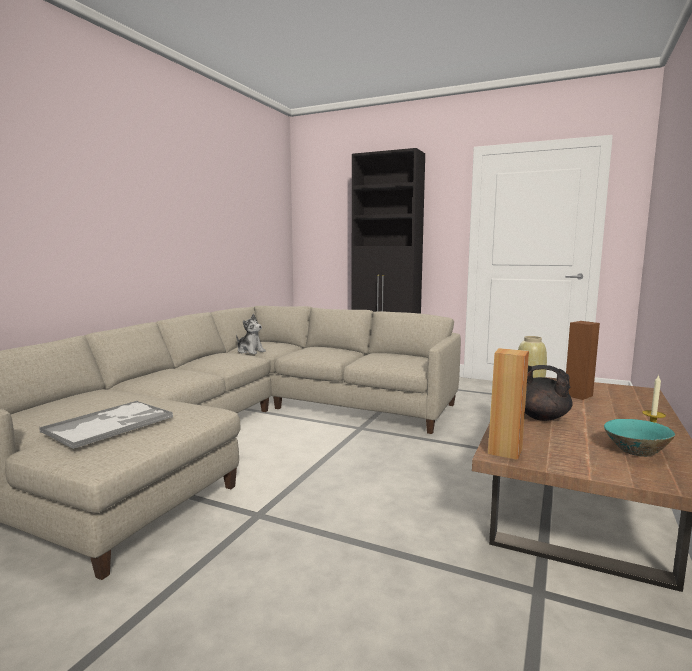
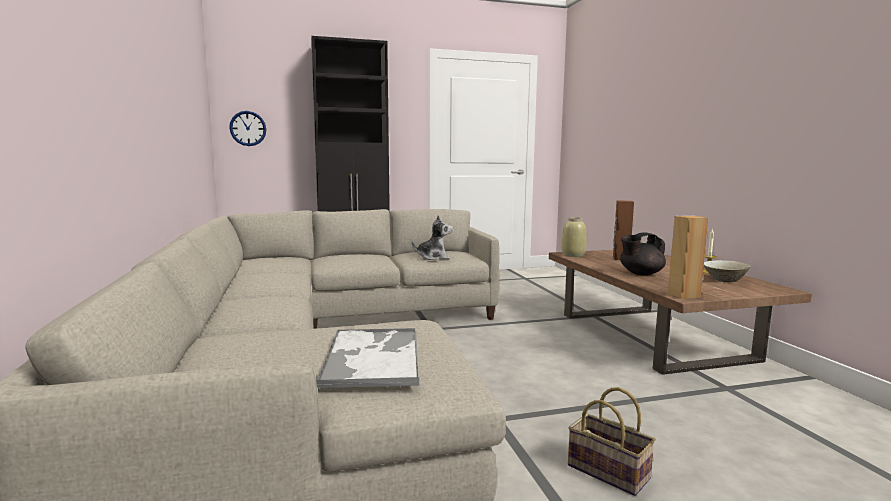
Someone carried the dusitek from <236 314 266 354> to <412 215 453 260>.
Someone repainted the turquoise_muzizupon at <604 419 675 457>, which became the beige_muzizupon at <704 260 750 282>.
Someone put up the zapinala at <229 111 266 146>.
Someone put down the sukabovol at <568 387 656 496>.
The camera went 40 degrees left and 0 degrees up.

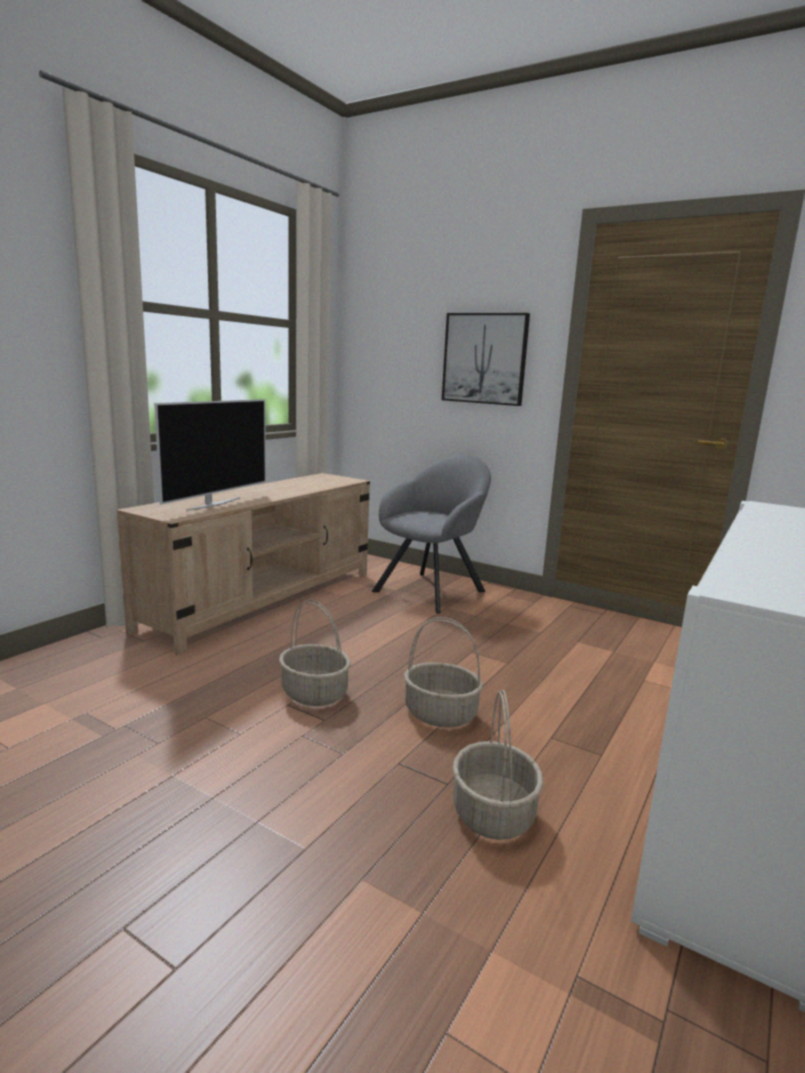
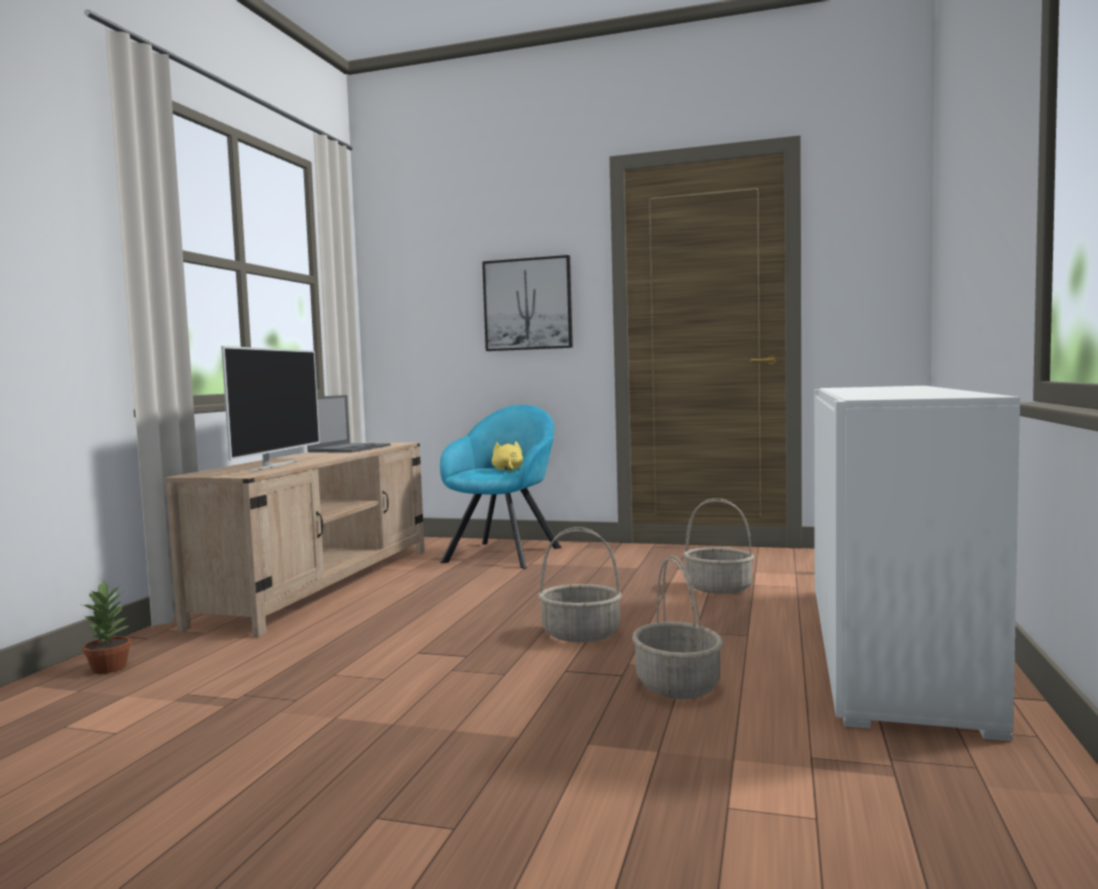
Someone carried the sukabovol from <279 600 351 706> to <683 498 754 594>.
Someone repainted the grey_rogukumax at <372 455 491 613>, which became the turquoise_rogukumax at <440 405 562 569>.
Someone put down the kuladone at <83 581 131 674>.
Someone put down the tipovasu at <307 395 390 453>.
Someone put down the yellow_dusitek at <492 441 523 471>.
The camera went 15 degrees left and 10 degrees down.

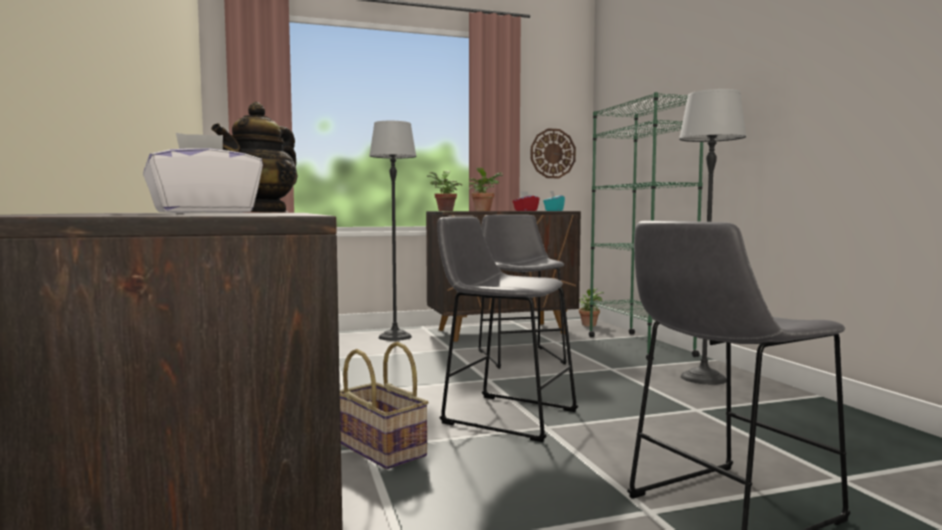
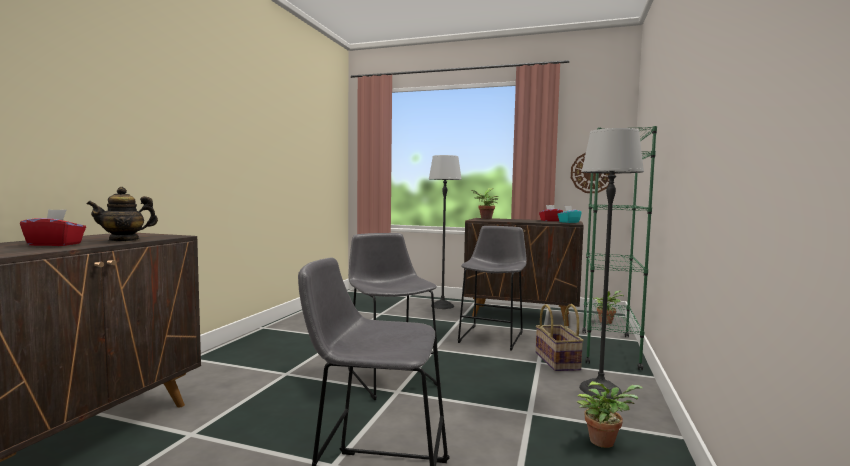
Someone repainted the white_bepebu at <143 133 263 213>, which became the red_bepebu at <20 209 86 246>.
Someone carried the sukabovol from <340 342 429 469> to <536 304 584 371>.
Someone carried the kuladone from <468 168 503 211> to <577 381 644 448>.
The camera went 35 degrees right and 0 degrees up.

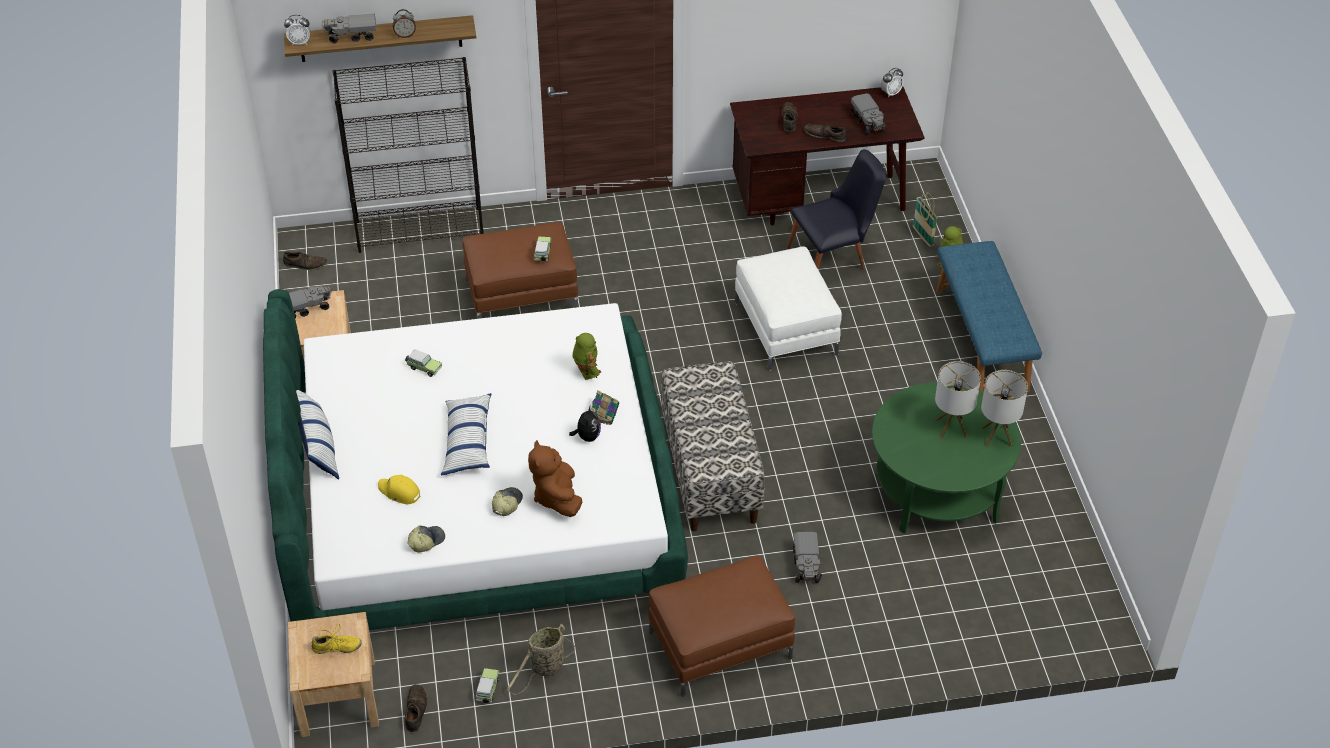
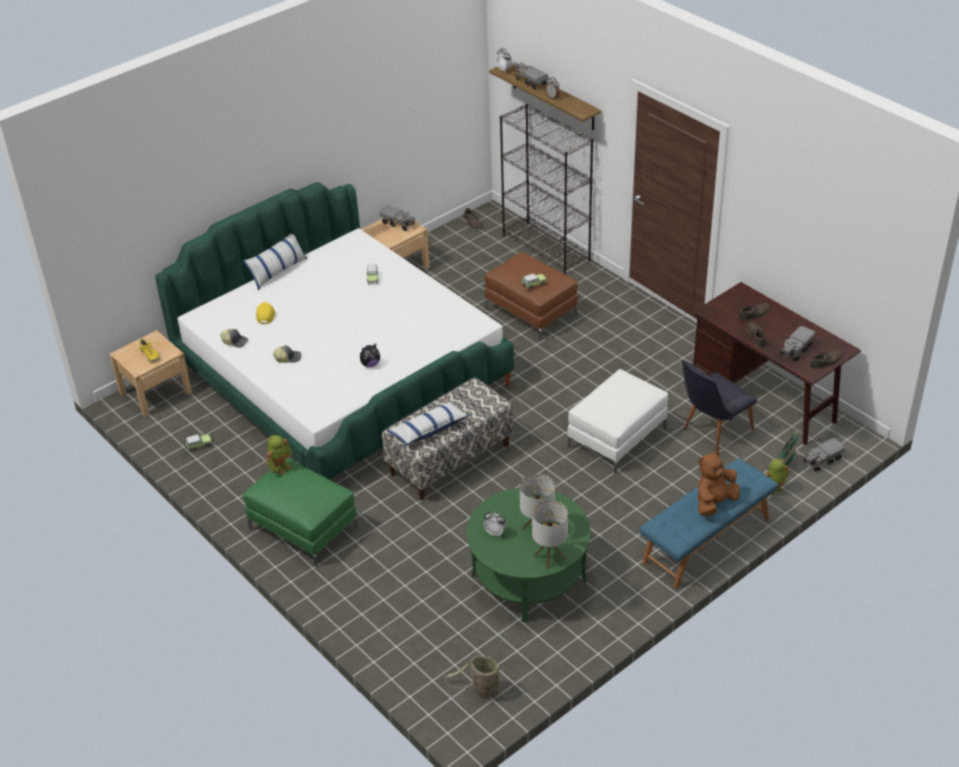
Someone carried the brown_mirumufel from <405 684 427 732> to <810 350 843 369>.
Someone carried the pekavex from <441 393 492 475> to <387 401 470 446>.
Someone carried the sukabovol from <507 624 575 695> to <445 656 516 698>.
Someone carried the brown_dusitek from <528 440 582 517> to <698 451 740 516>.
Someone carried the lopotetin from <572 333 602 380> to <265 435 292 474>.
Someone took away the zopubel at <590 390 619 425>.
Someone repainted the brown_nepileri at <648 555 795 697>, which became the green_nepileri at <243 458 358 567>.
Someone rotated the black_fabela at <786 149 886 270> by 105 degrees clockwise.
Someone carried the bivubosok from <793 532 822 583> to <804 438 845 472>.
Someone carried the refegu from <881 68 903 98> to <484 511 507 537>.
The camera went 60 degrees right and 5 degrees down.

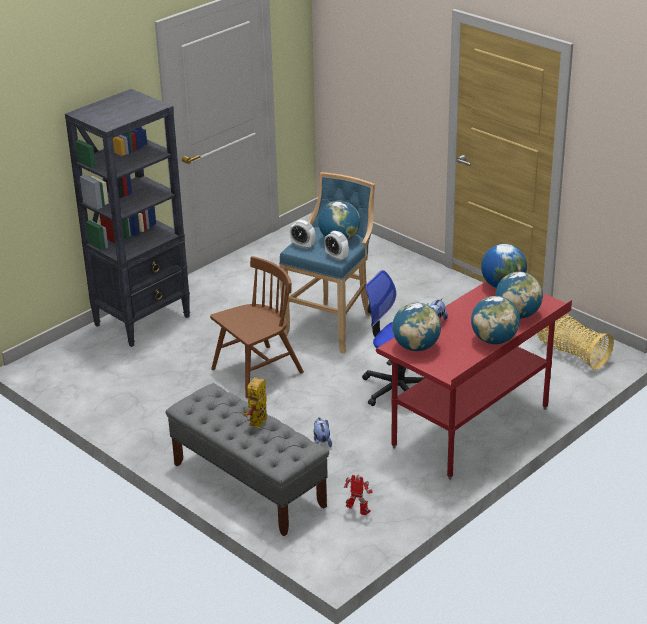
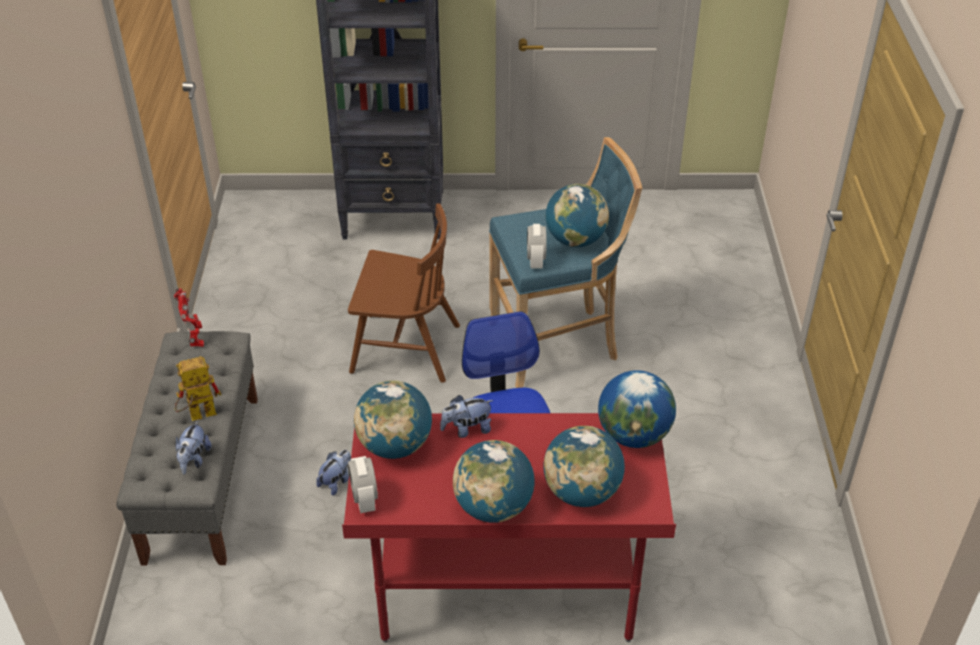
Someone carried the refegu from <290 220 315 249> to <348 456 378 513>.
Someone carried the lopotetin from <344 475 373 515> to <174 288 204 347>.
Someone took away the sukabovol at <537 313 614 370>.
Someone put down the dusitek at <175 420 212 474>.
The camera went 45 degrees right and 10 degrees up.

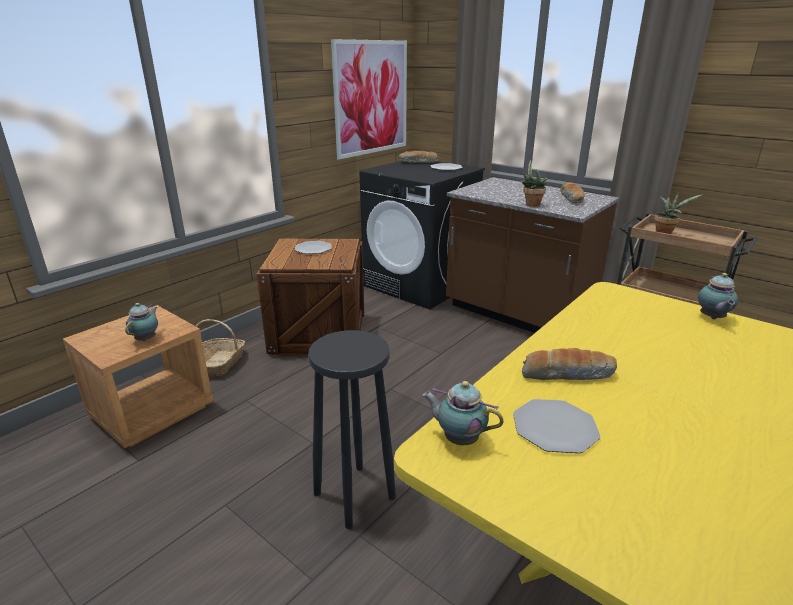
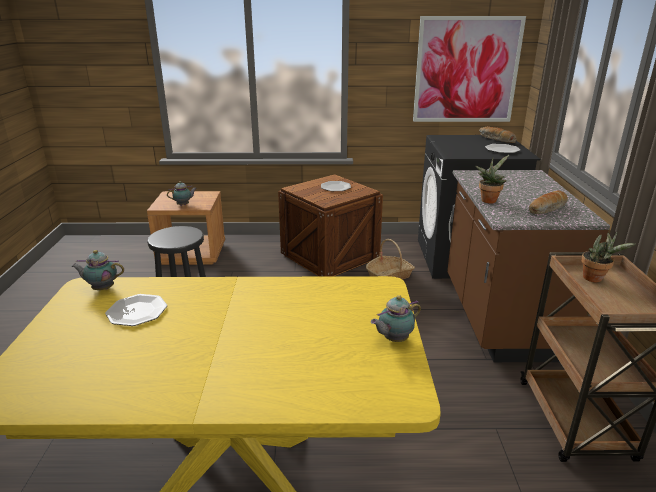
Someone carried the sukabovol from <196 319 245 376> to <366 239 415 280>.
Someone rotated the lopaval at <423 381 504 445> by 75 degrees counterclockwise.
Someone took away the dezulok at <522 348 617 380>.
The camera went 50 degrees right and 0 degrees up.

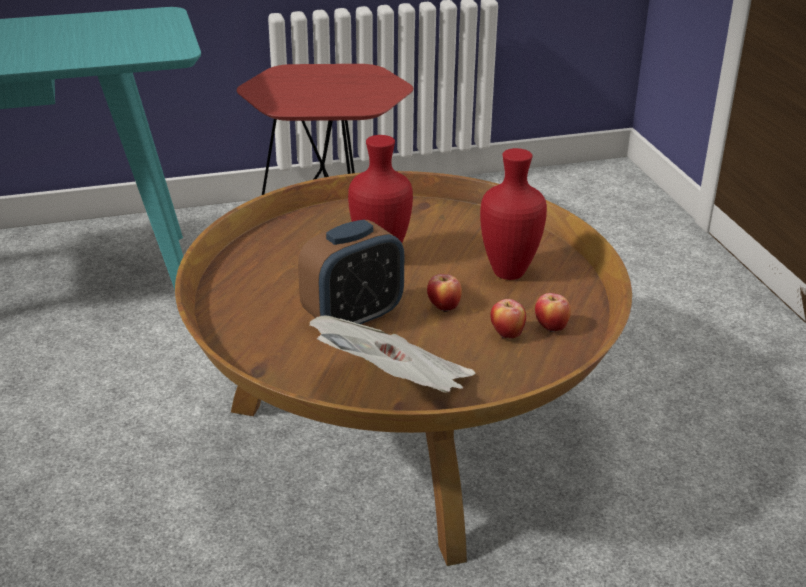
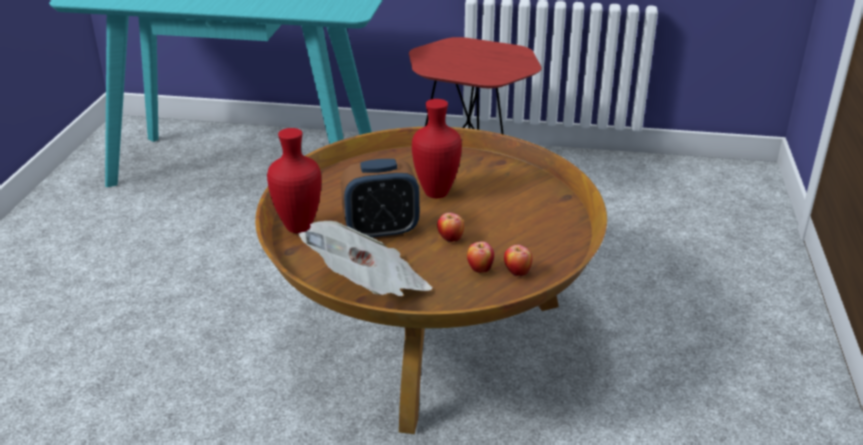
Someone carried the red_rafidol from <480 148 547 280> to <267 128 321 233>.
The camera went 25 degrees right and 0 degrees up.

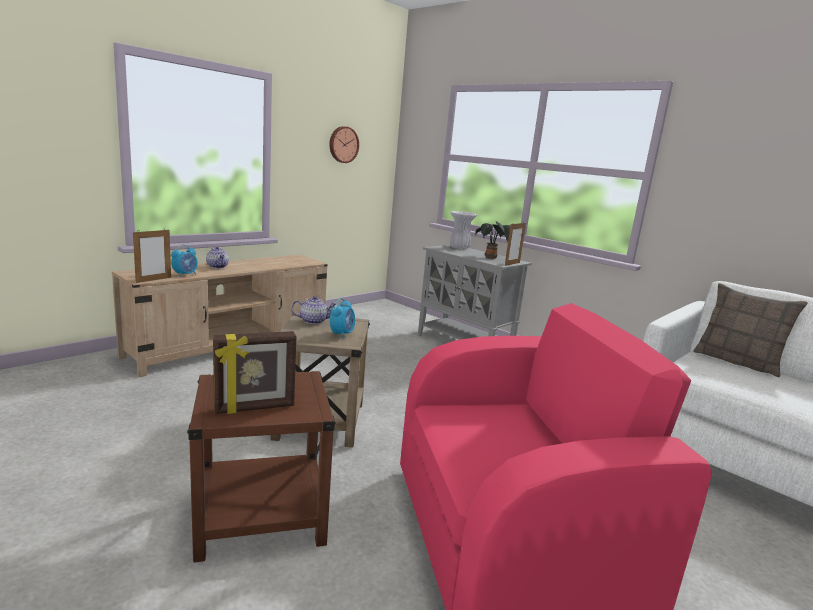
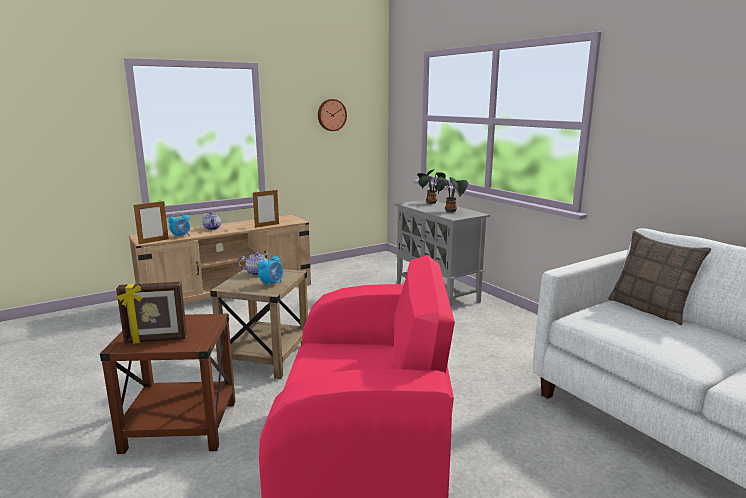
Someone swapped the white_rafidol at <450 211 477 249> for the kuladone at <417 169 448 204>.
Someone carried the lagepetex from <505 223 526 266> to <253 190 279 228>.
The camera went 15 degrees right and 0 degrees up.

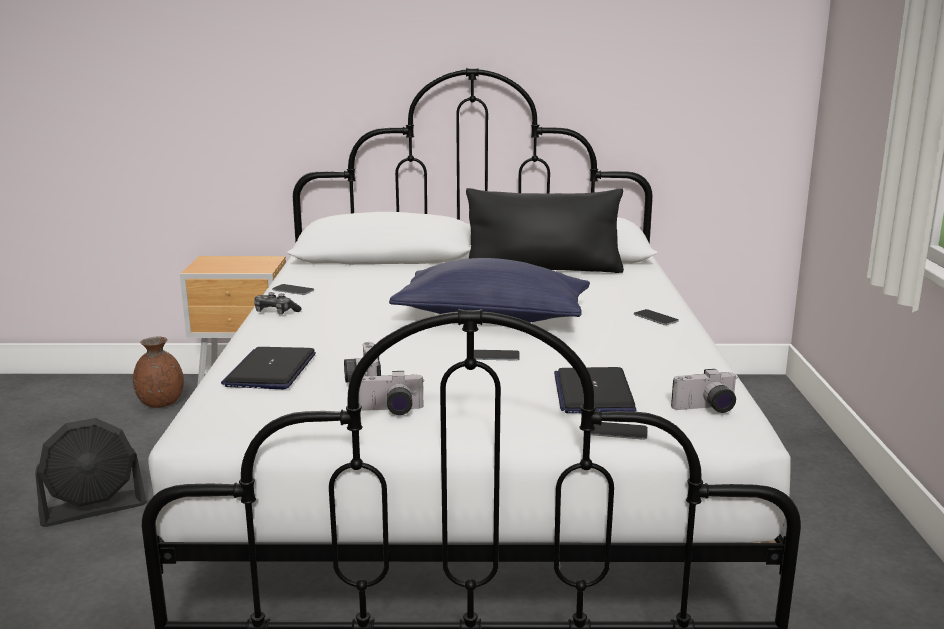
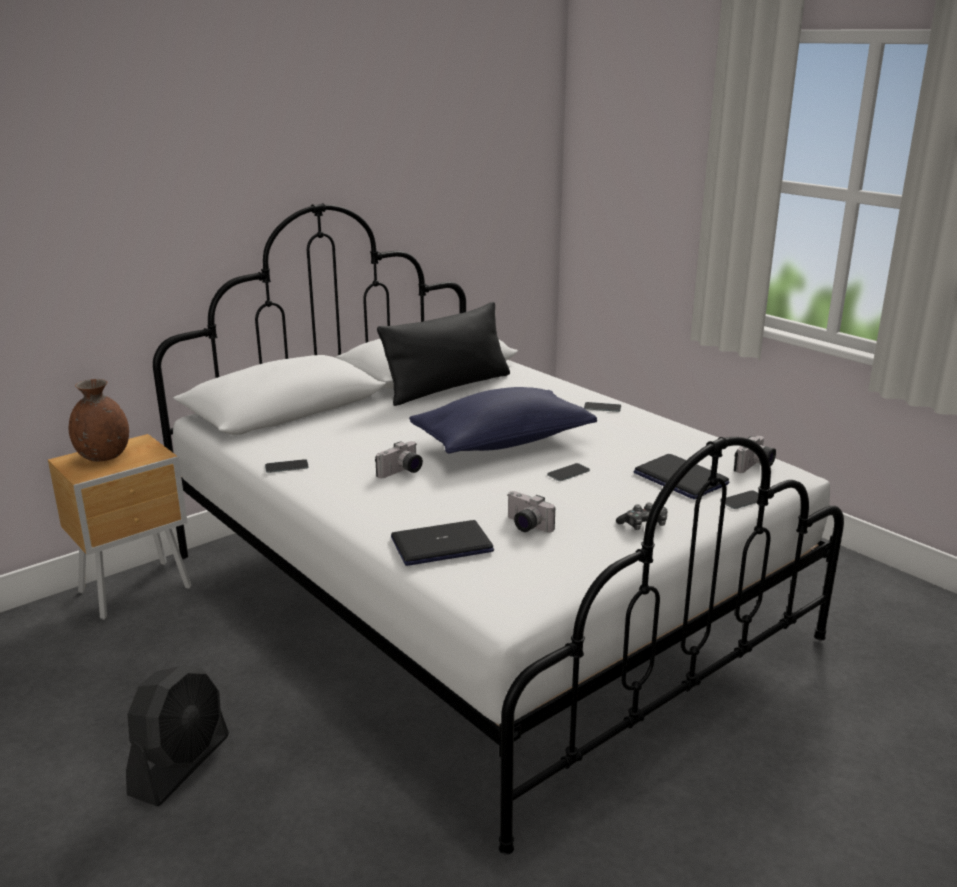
Someone carried the brown_rafidol from <133 337 184 408> to <69 379 129 461>.
Someone rotated the tipovasu at <221 347 316 389> by 105 degrees clockwise.
Someone carried the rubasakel from <254 292 302 315> to <616 503 668 530>.
Someone carried the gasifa from <359 371 424 415> to <375 441 423 478>.
The camera went 40 degrees left and 5 degrees up.

